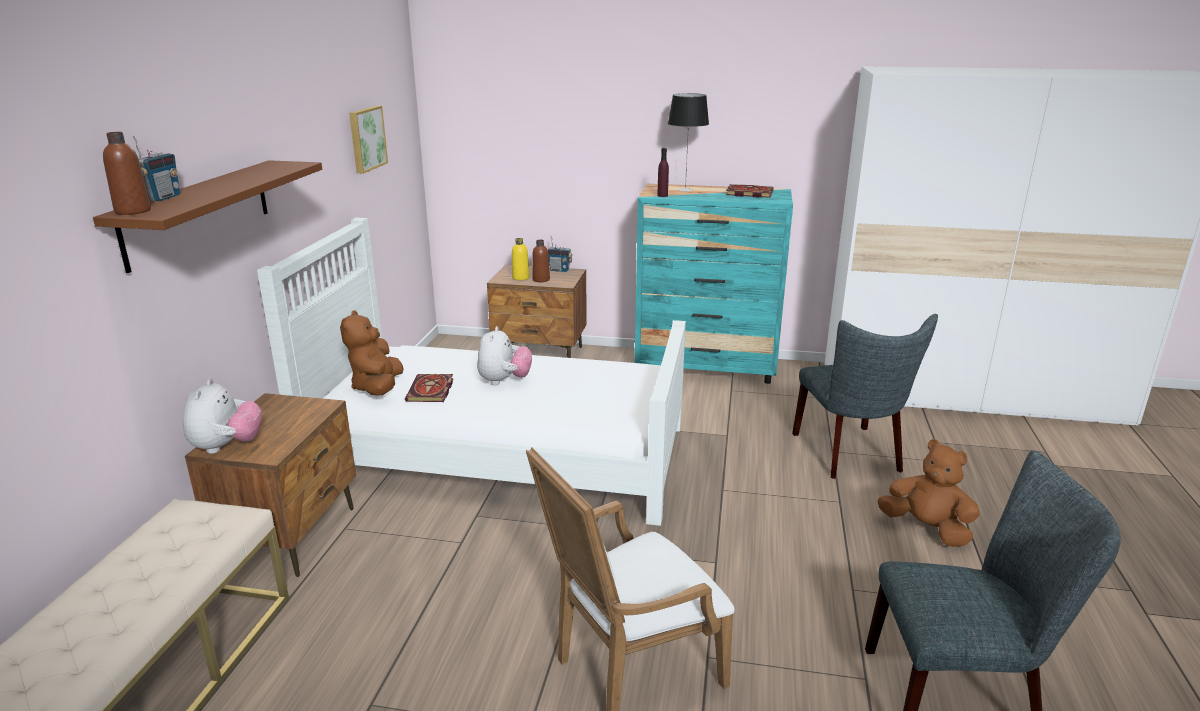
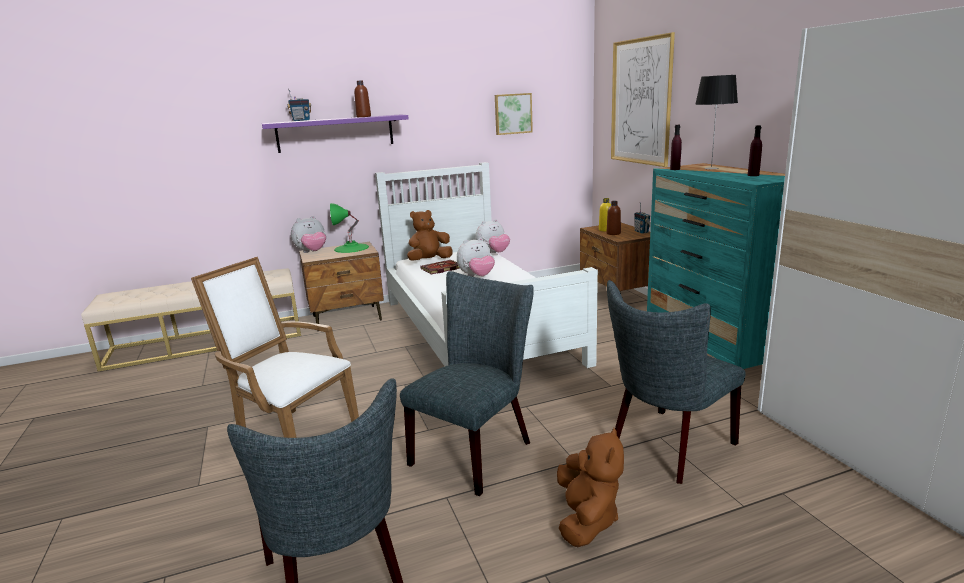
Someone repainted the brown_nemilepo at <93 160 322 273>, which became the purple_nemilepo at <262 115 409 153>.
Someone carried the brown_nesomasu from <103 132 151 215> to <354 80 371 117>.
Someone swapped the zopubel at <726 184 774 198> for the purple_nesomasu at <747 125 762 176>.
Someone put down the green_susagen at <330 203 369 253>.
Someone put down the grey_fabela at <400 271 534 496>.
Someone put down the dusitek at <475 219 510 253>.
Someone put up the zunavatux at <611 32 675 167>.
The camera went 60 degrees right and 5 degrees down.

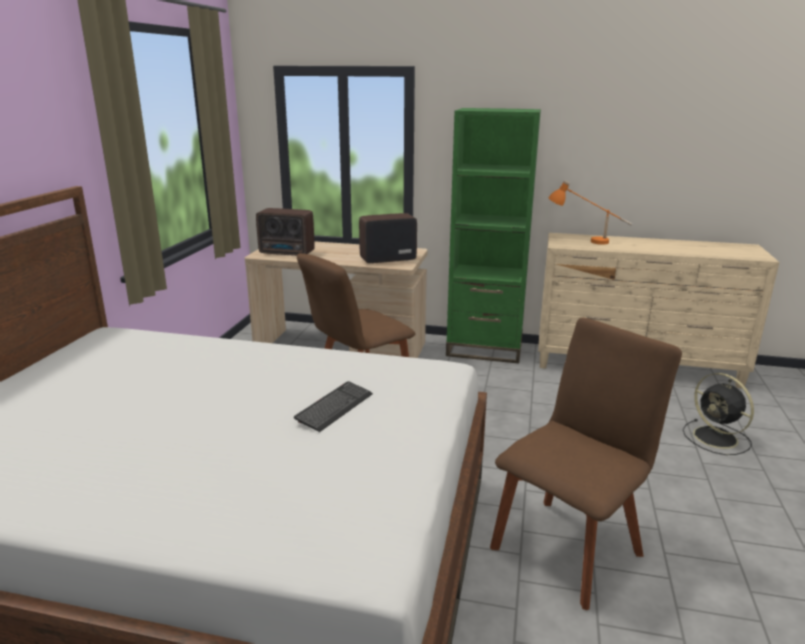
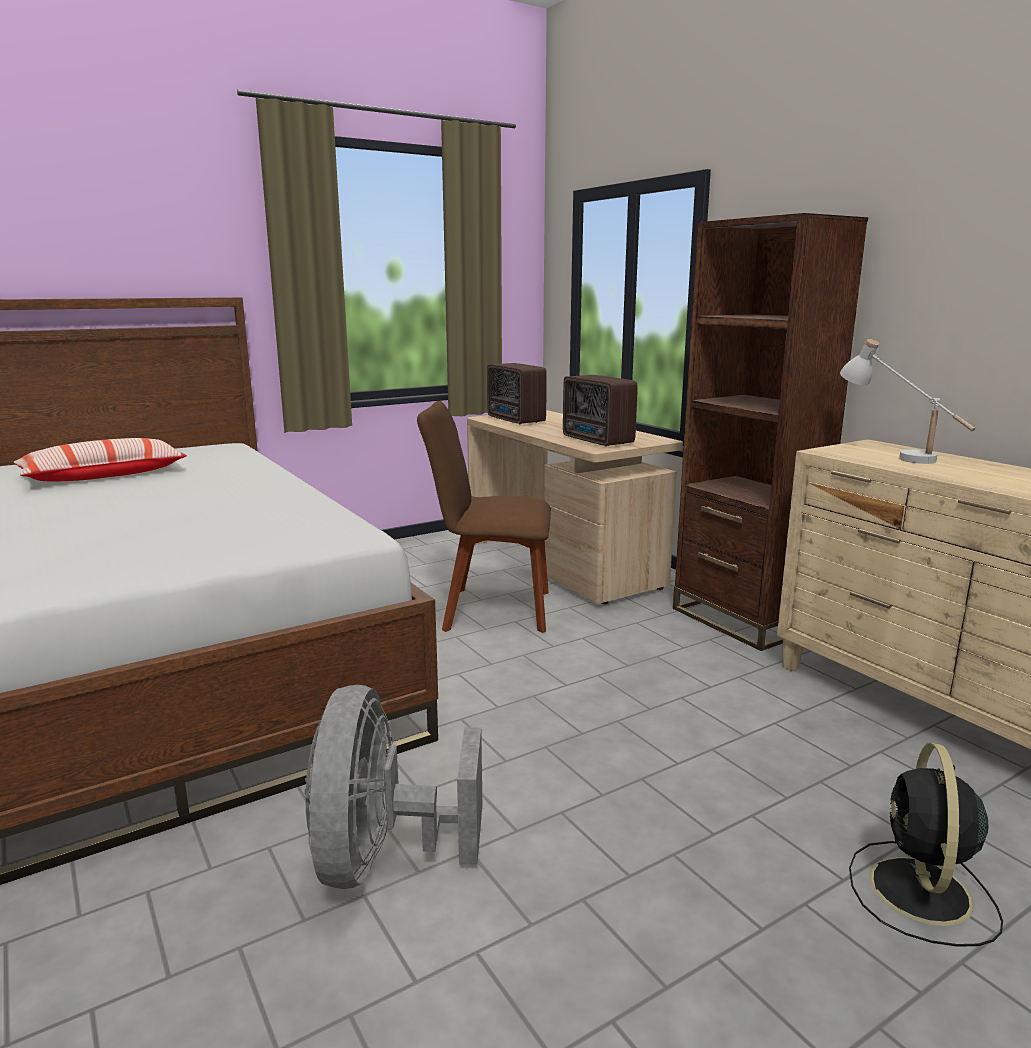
Someone took away the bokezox at <294 381 373 432>.
Someone rotated the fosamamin at <359 213 417 264> by 150 degrees counterclockwise.
Someone repainted the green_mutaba at <446 108 541 363>, which became the brown_mutaba at <673 213 868 651>.
Someone swapped the brown_fabela at <490 317 682 610> for the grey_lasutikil at <304 685 482 889>.
Someone repainted the orange_susagen at <548 180 632 245>, which became the white_susagen at <840 339 975 464>.
Someone put down the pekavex at <14 438 187 481>.
The camera went 45 degrees right and 5 degrees down.

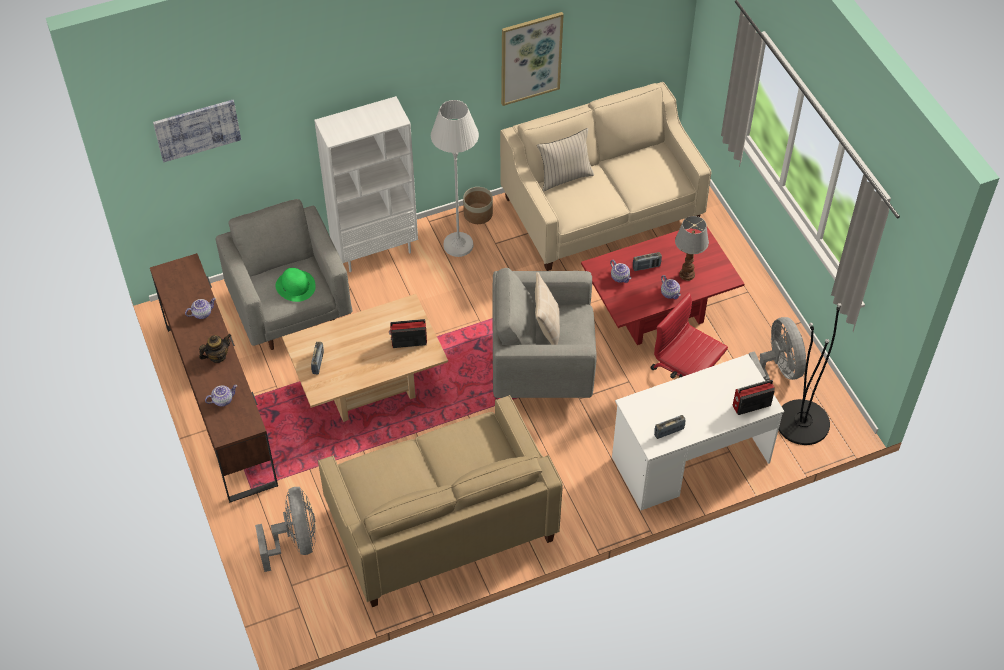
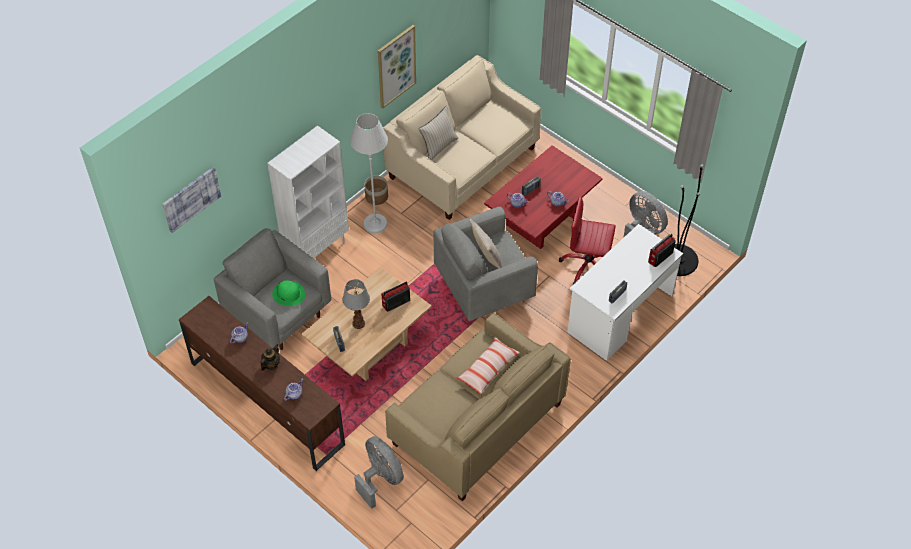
Someone carried the susagen from <675 216 709 281> to <342 279 370 329>.
Someone put down the pekavex at <456 337 520 395>.
The camera went 25 degrees left and 0 degrees up.

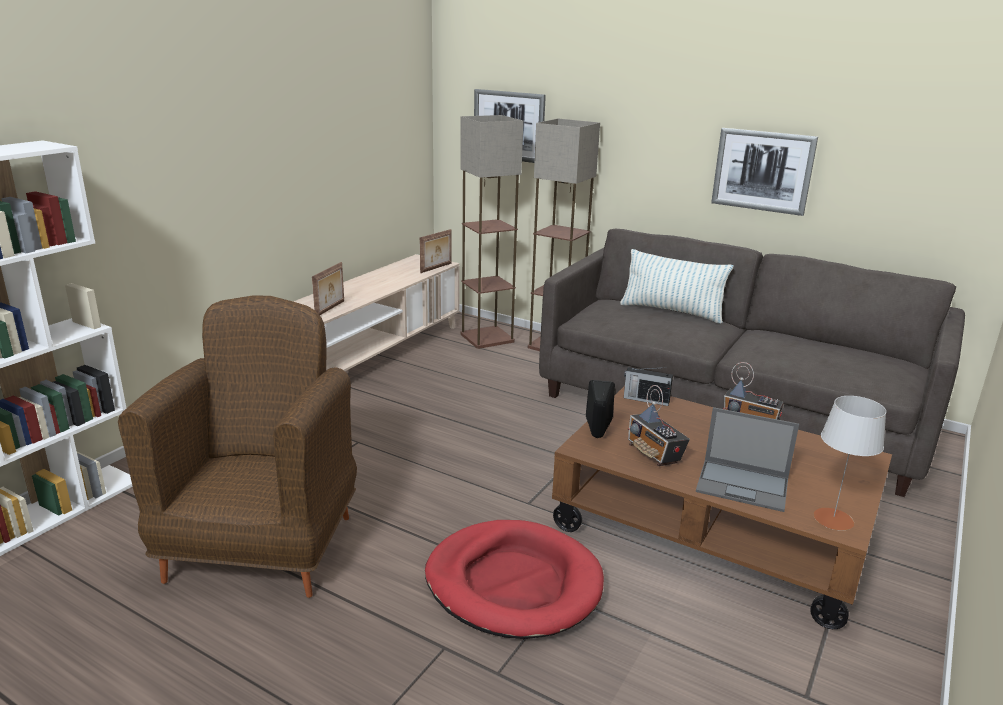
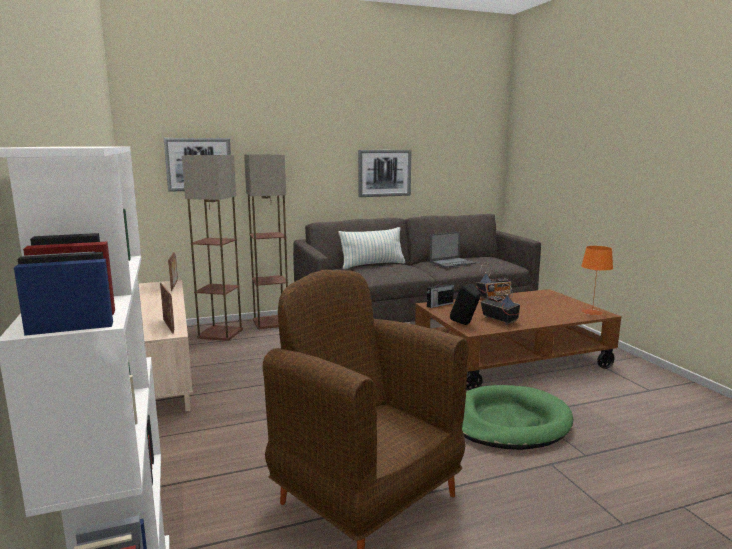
Someone repainted the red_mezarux at <425 520 604 639>, which became the green_mezarux at <462 385 573 450>.
Someone rotated the fosamamin at <627 385 690 466> by 135 degrees counterclockwise.
Someone carried the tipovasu from <696 407 799 512> to <430 232 476 268>.
Someone repainted the grey_susagen at <814 396 886 531>, which became the orange_susagen at <581 246 613 316>.
The camera went 50 degrees left and 10 degrees down.

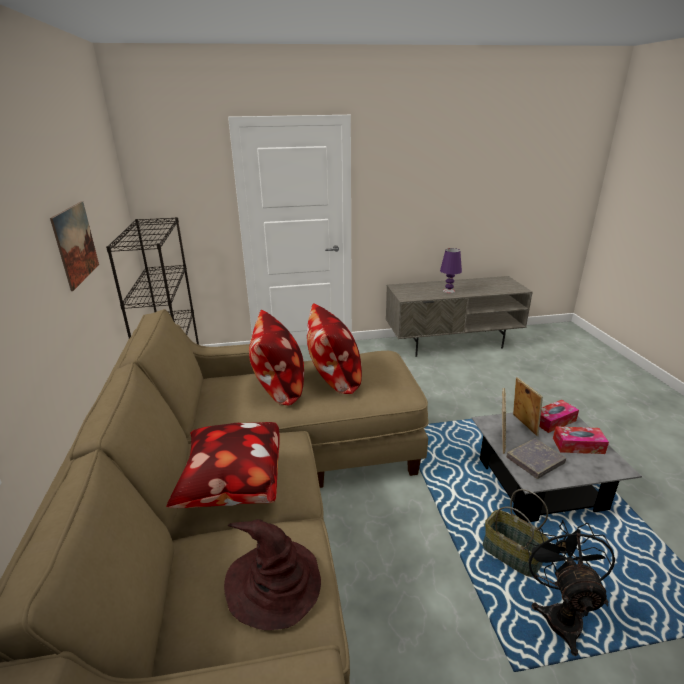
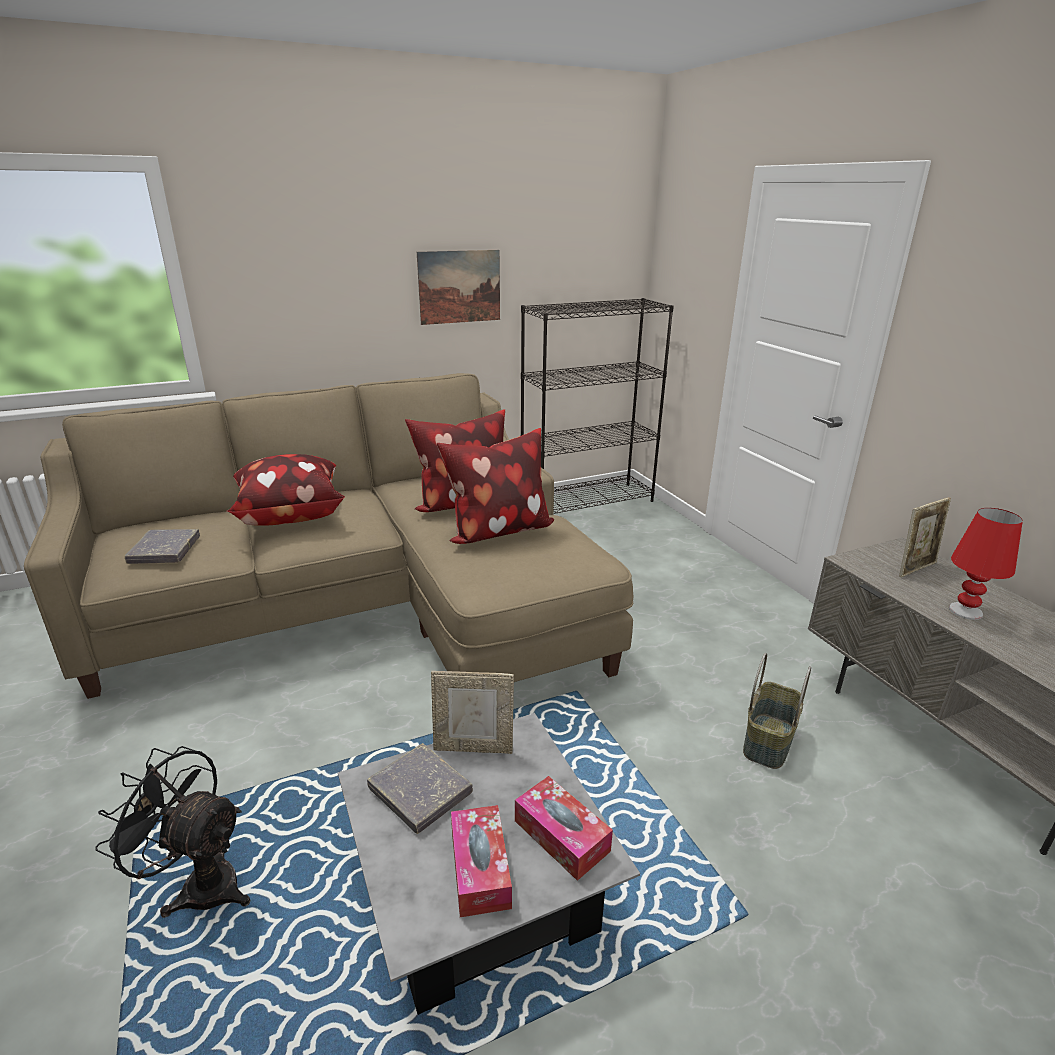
Someone swapped the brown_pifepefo at <224 519 321 630> for the grey_zopubel at <125 529 200 564>.
Someone repainted the purple_susagen at <440 248 462 293>, which became the red_susagen at <949 508 1023 620>.
Someone carried the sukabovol from <483 489 549 577> to <743 653 811 769>.
Someone carried the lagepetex from <513 377 543 436> to <899 497 951 577>.
Someone rotated the black_lasutikil at <526 520 615 656> by 150 degrees counterclockwise.
The camera went 75 degrees right and 0 degrees up.

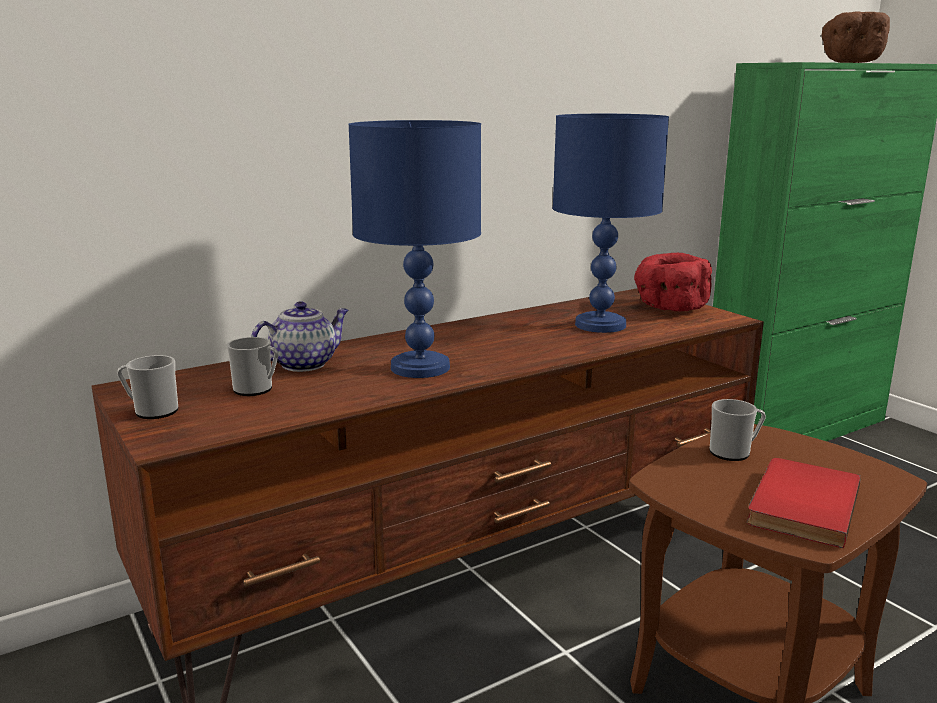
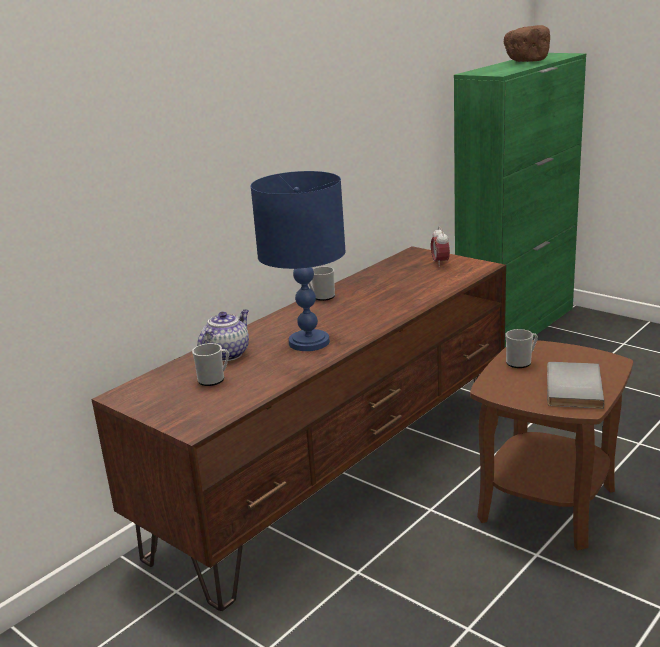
Someone carried the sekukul from <117 355 178 419> to <308 267 335 301>.
Someone took away the blue_susagen at <553 114 669 333>.
Someone swapped the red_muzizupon at <634 253 712 311> for the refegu at <431 227 450 267>.
Someone repainted the red_zopubel at <747 458 861 548>, which became the grey_zopubel at <547 362 604 409>.
The camera went 15 degrees left and 5 degrees up.

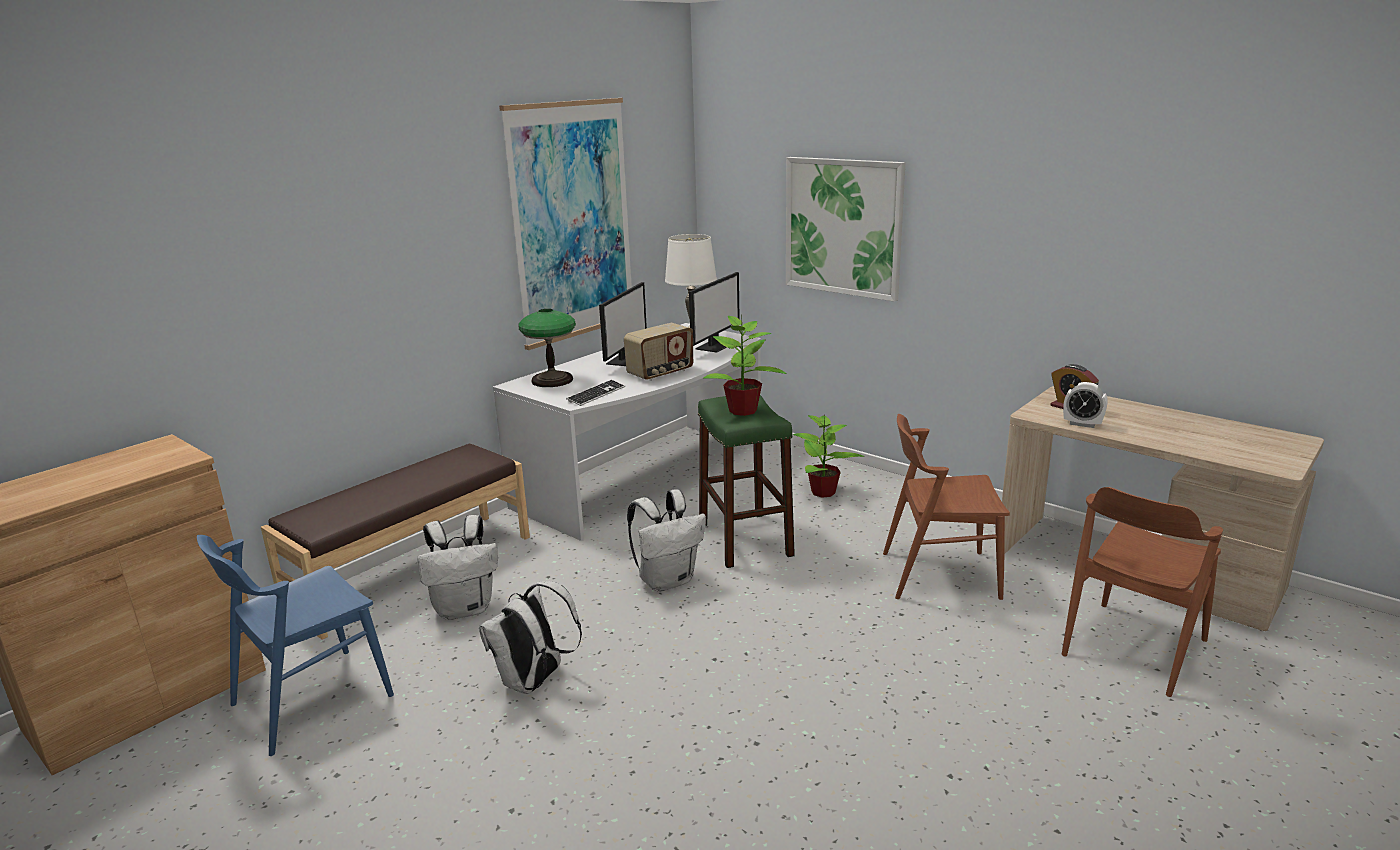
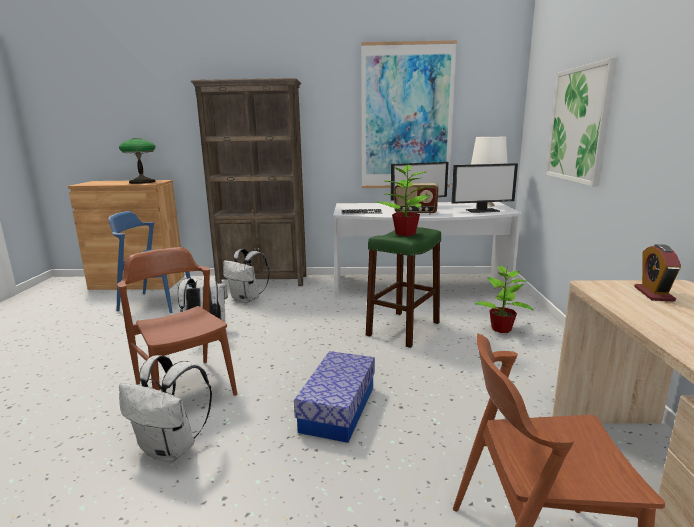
Someone swapped the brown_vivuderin at <261 443 530 640> for the brown_mutaba at <191 78 306 286>.
Someone carried the susagen from <519 309 576 387> to <119 138 156 184>.
Someone carried the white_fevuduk from <627 490 706 592> to <119 355 212 462>.
Someone carried the brown_fabela from <883 414 1010 600> to <117 247 237 396>.
Someone took away the refegu at <1063 382 1107 428>.
Someone put down the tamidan at <294 351 375 443>.
The camera went 50 degrees right and 5 degrees down.

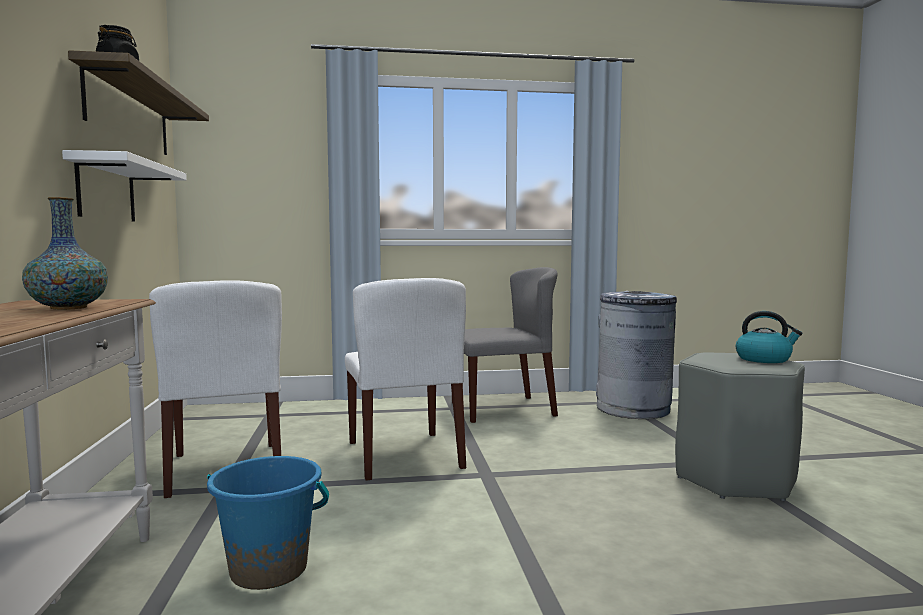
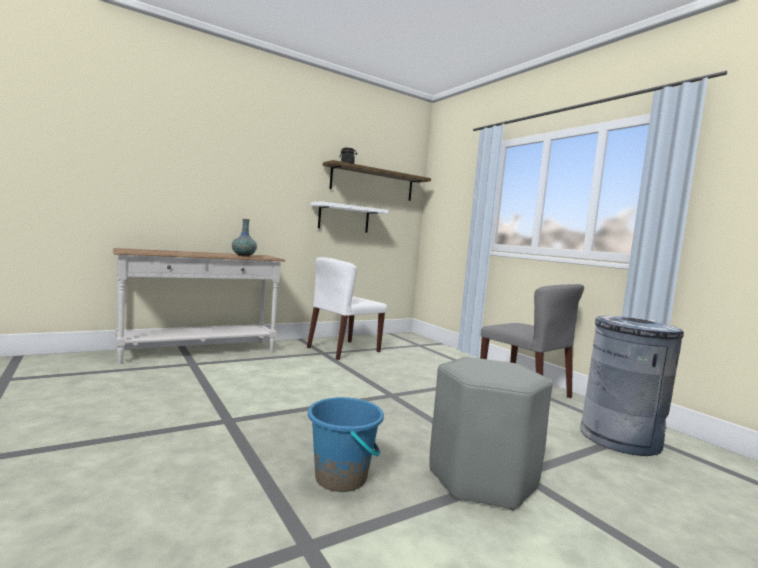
Someone carried the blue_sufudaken from <207 456 329 590> to <308 397 384 492>.
Someone took away the white_fabela at <345 278 466 481>.
Someone took away the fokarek at <736 311 803 363>.
The camera went 65 degrees right and 0 degrees up.

